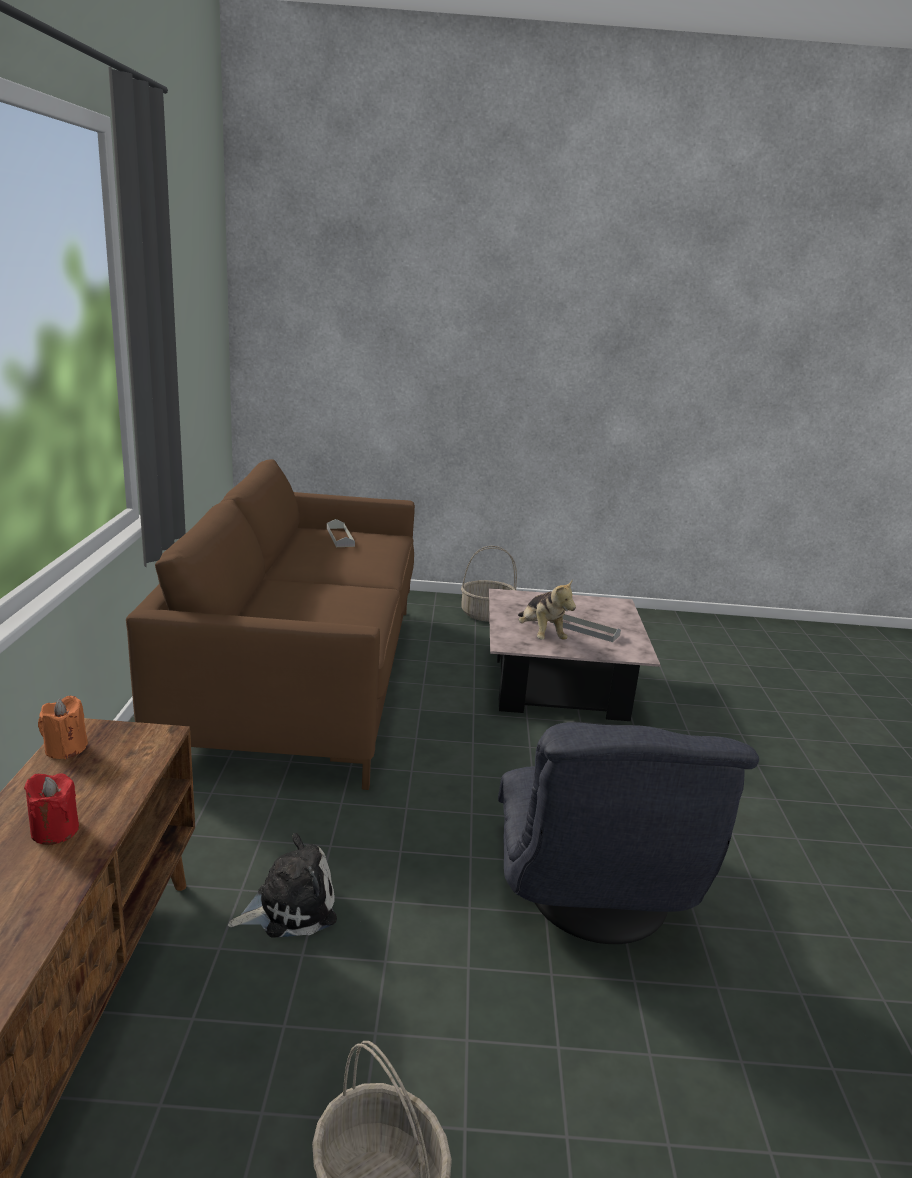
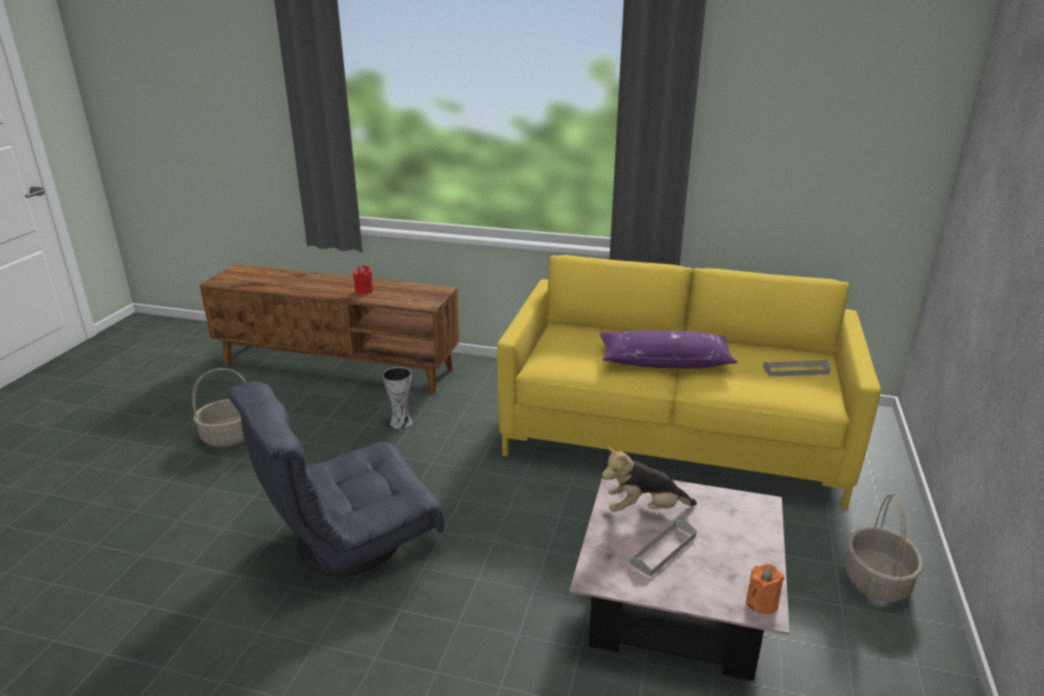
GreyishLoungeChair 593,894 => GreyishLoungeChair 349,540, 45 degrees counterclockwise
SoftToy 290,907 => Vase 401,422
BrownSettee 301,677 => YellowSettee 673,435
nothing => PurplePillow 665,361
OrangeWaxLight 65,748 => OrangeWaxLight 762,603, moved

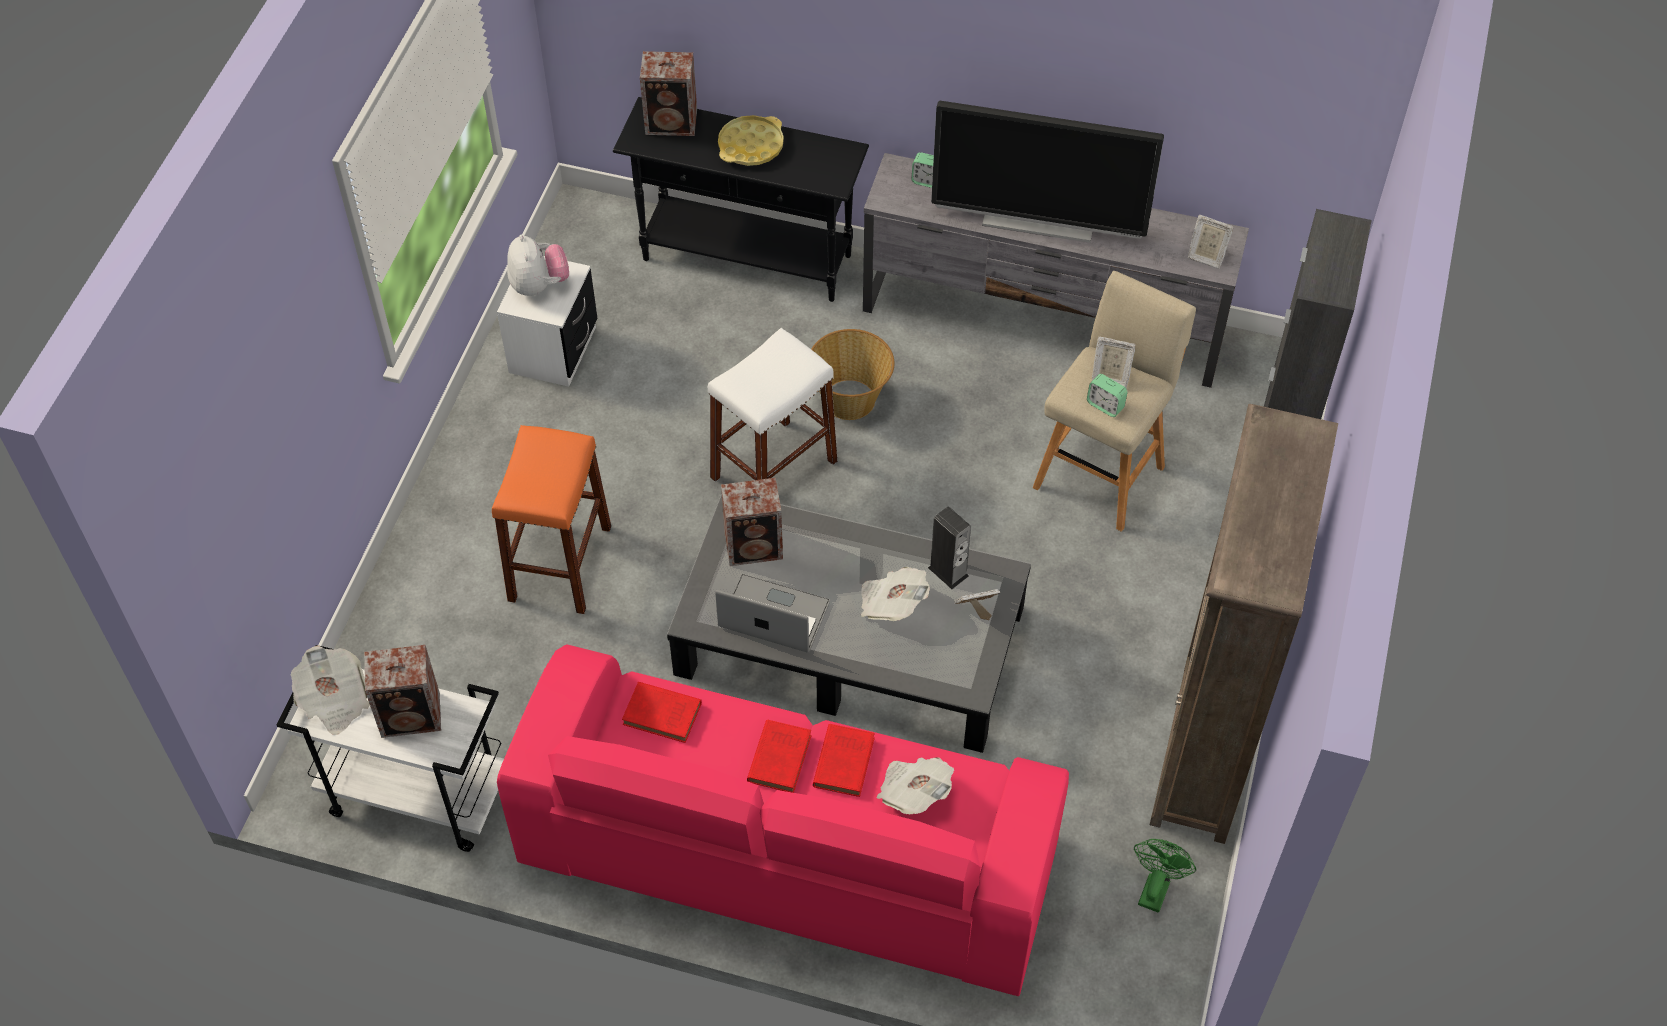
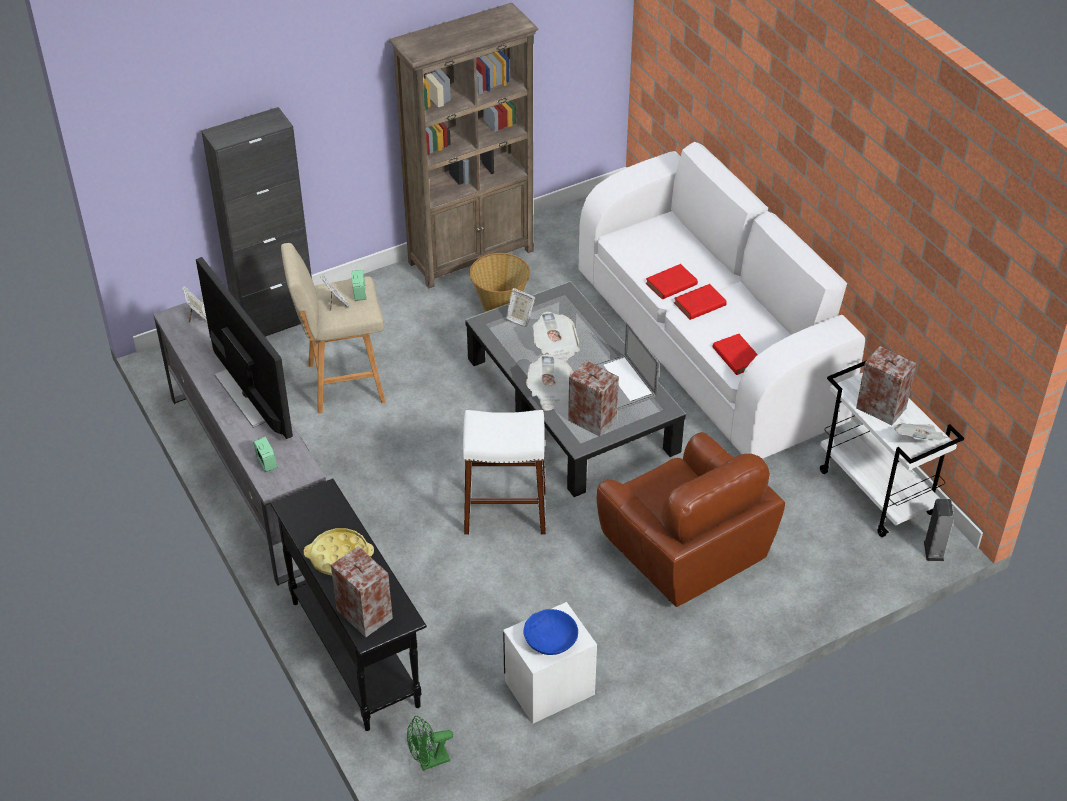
GreenElectricFan 1155,887 => GreenElectricFan 429,761, moved
Basket 850,400 => Basket 500,304, moved
SoftToy 539,285 => BluishDeepDish 550,641
PrintedPaper 914,792 => PrintedPaper 549,392, moved
PinkColouredSettee 788,853 => WhitishSettee 708,345
OrangeStoolSeat 560,563 => BrownLoungeChair 683,551
Speaker 948,571 => Speaker 933,551, moved

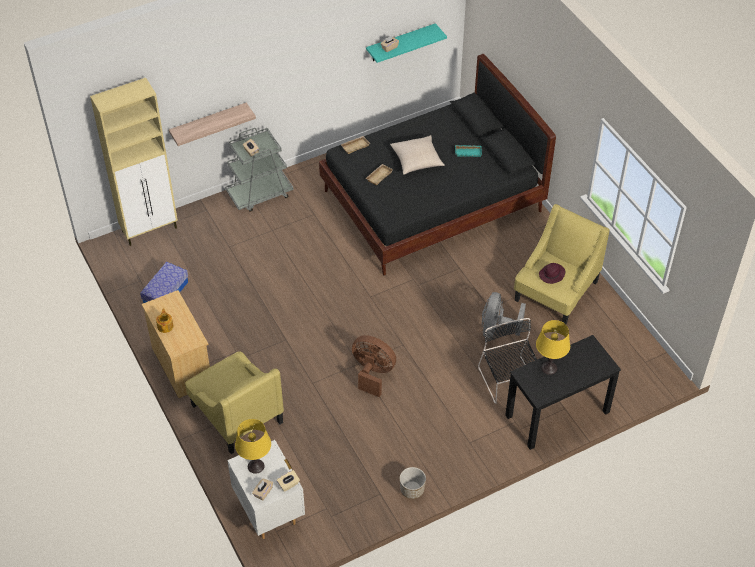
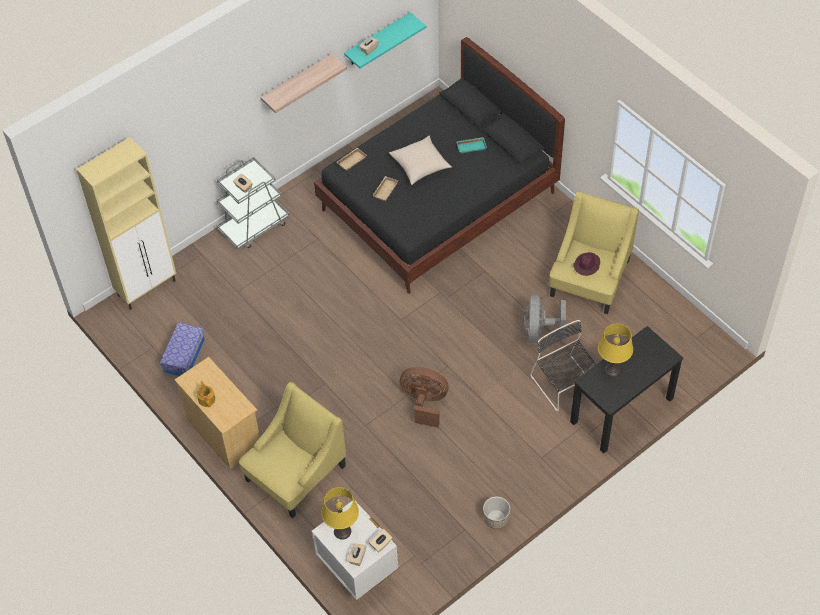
YellowLoungeChair 236,413 => YellowLoungeChair 295,473, 90 degrees counterclockwise
WallShelf 208,123 => WallShelf 297,82, moved

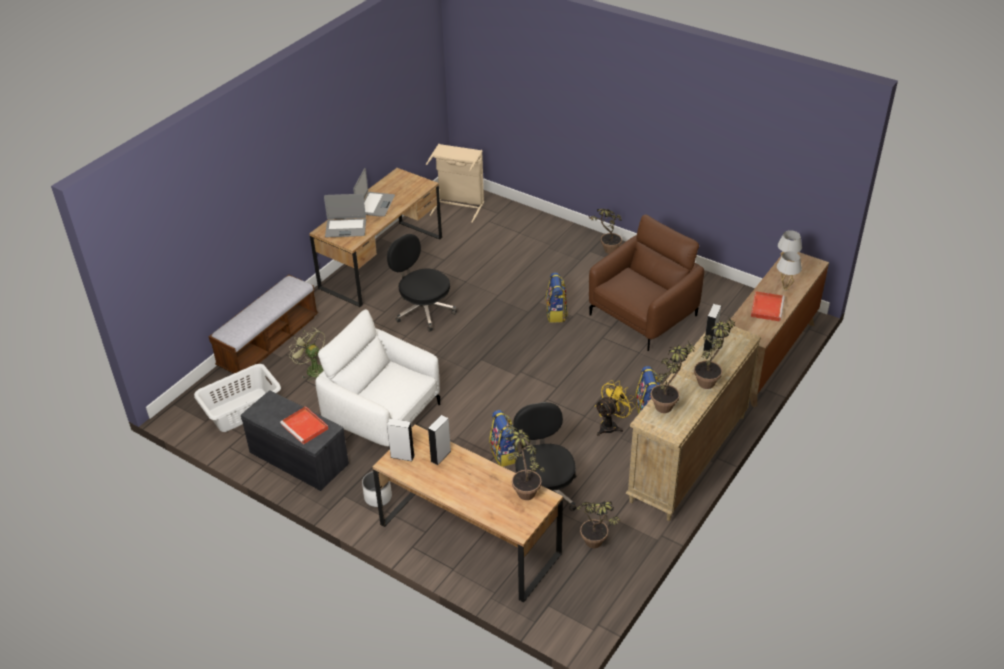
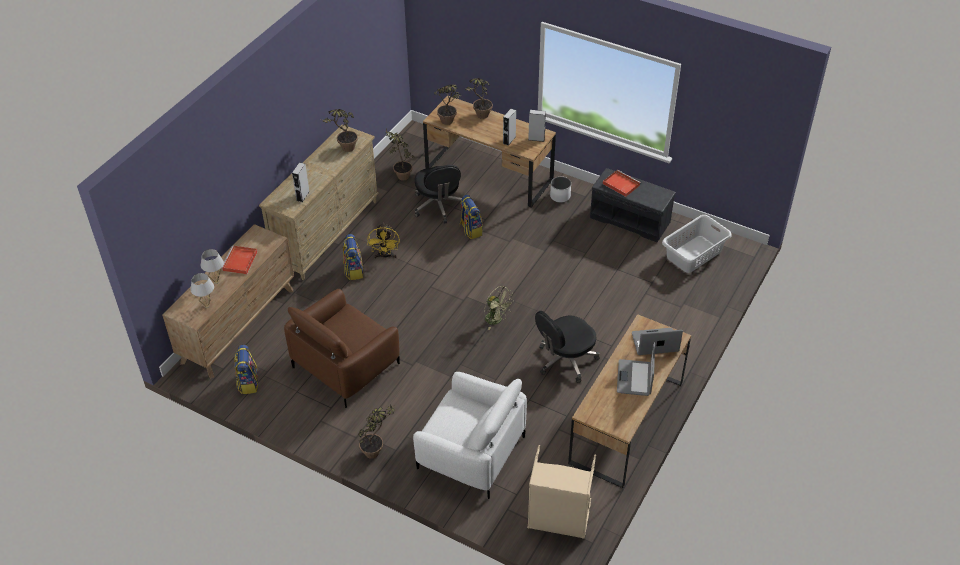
Rucksack 556,313 => Rucksack 248,382, moved
YellowElectricFan 611,425 => YellowElectricFan 385,256, 45 degrees counterclockwise
WhitishLoungeChair 383,415 => WhitishLoungeChair 470,452, moved
Houseplant 710,380 => Houseplant 479,117, moved
GreenElectricFan 312,369 => GreenElectricFan 496,320, moved
BlackishOfficeChair 423,311 => BlackishOfficeChair 565,360, 105 degrees clockwise
Bench 269,341 => nothing

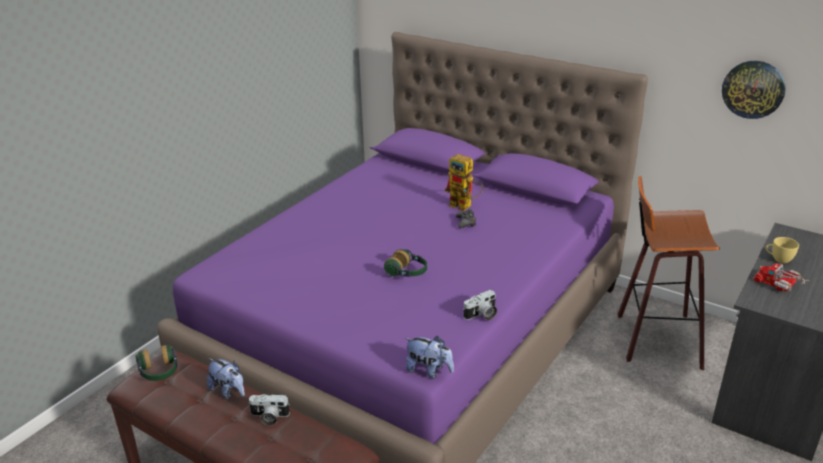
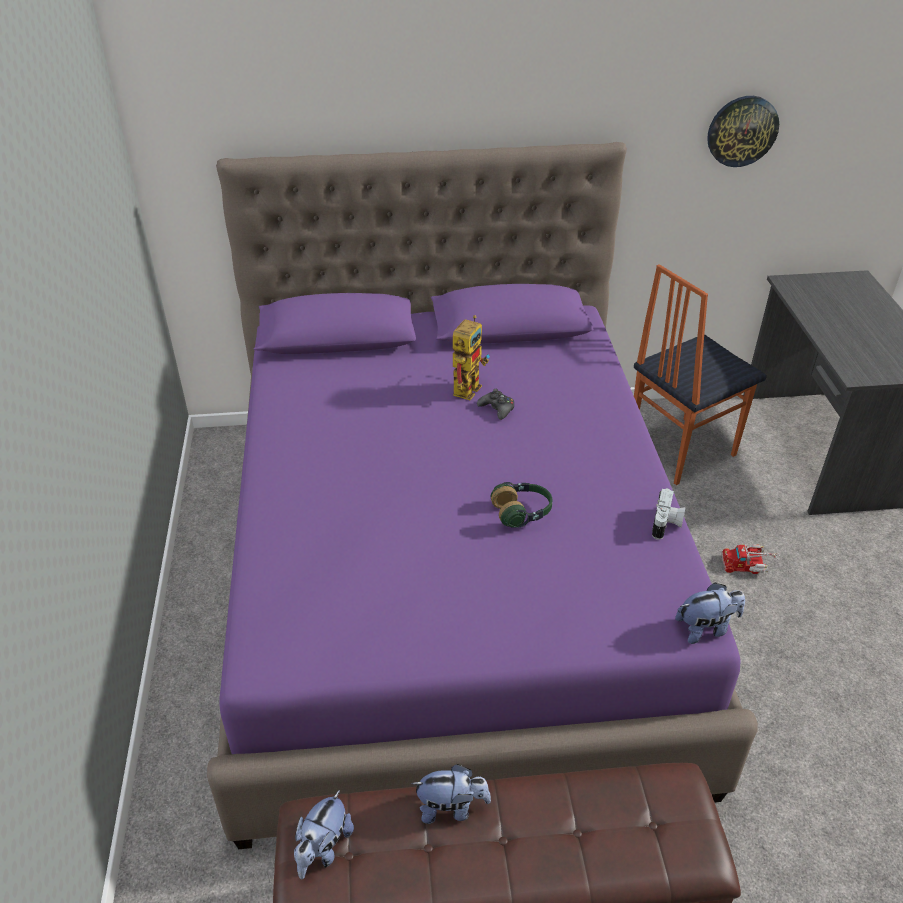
PairOfHeadphones 159,372 => SoftToy 323,848
ToyRobot 465,206 => ToyRobot 467,386, 60 degrees counterclockwise
StoolSeat 655,339 => UprightChair 679,449
ToyTruck 780,284 => ToyTruck 748,564, moved
StillCamera 269,417 => nothing
YellowCup 778,259 => nothing

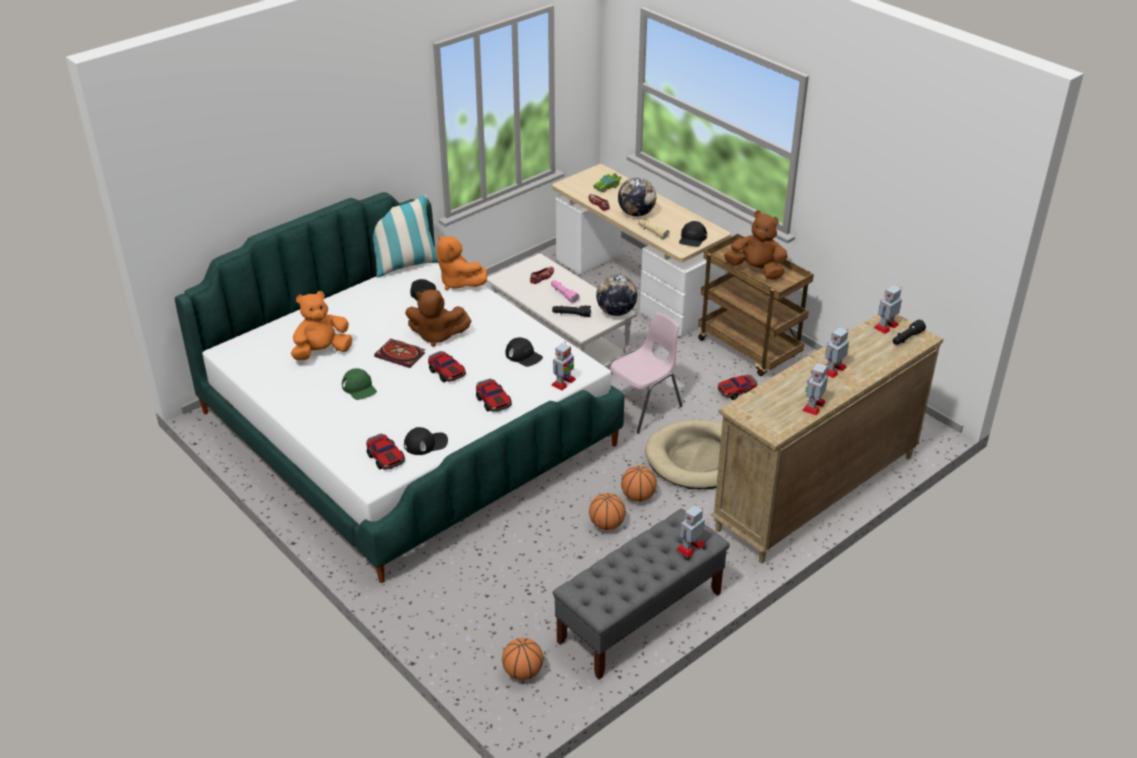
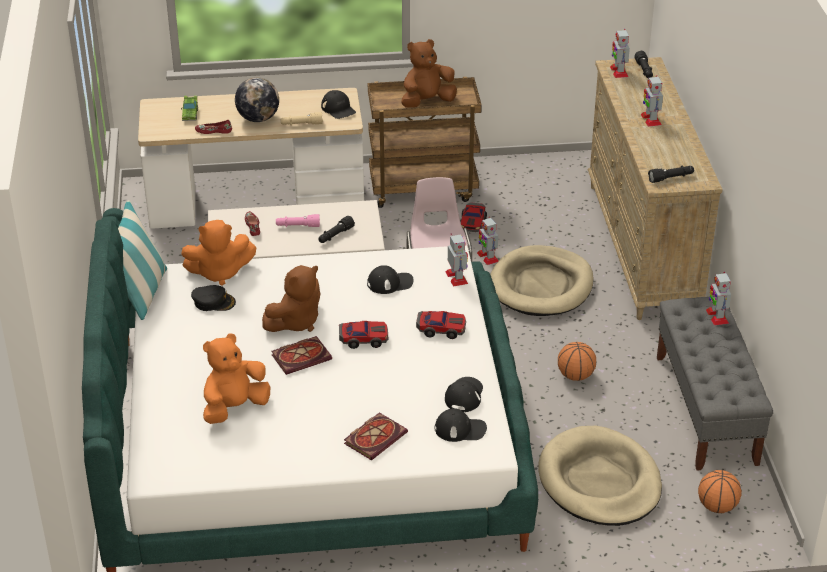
OrangeSoftToy 322,352 => OrangeSoftToy 234,408, 45 degrees clockwise
nothing => Book 375,437
MiniatureCar 385,457 => BlackishCap 460,429
ToyRobot 813,406 => ToyRobot 487,257, moved
nothing => BeigeDogBed 599,481
nothing => BlackishTorch 671,178
GreenCap 359,388 => nothing
WorldGlobe 616,312 => nothing
BallForBasketball 638,496 => nothing

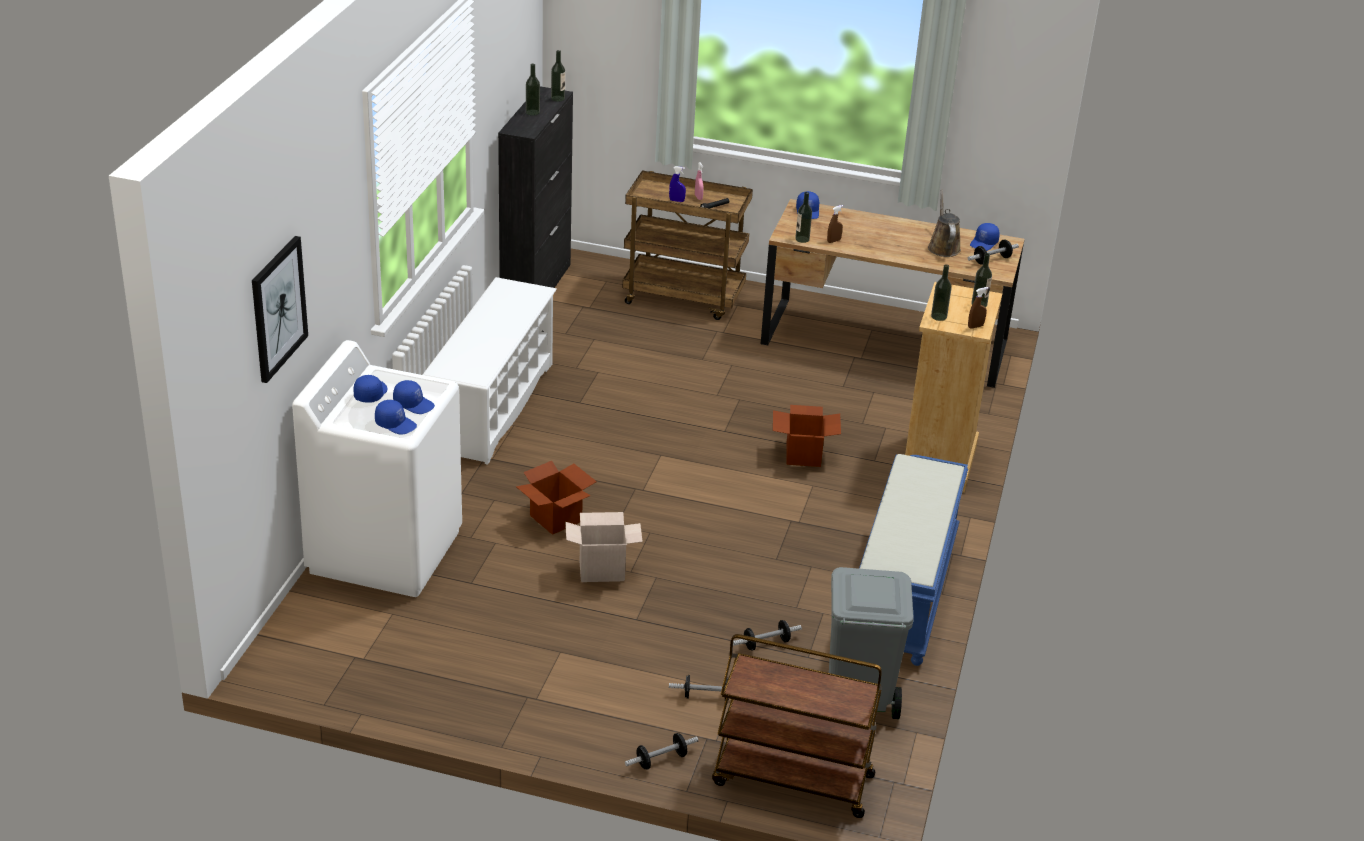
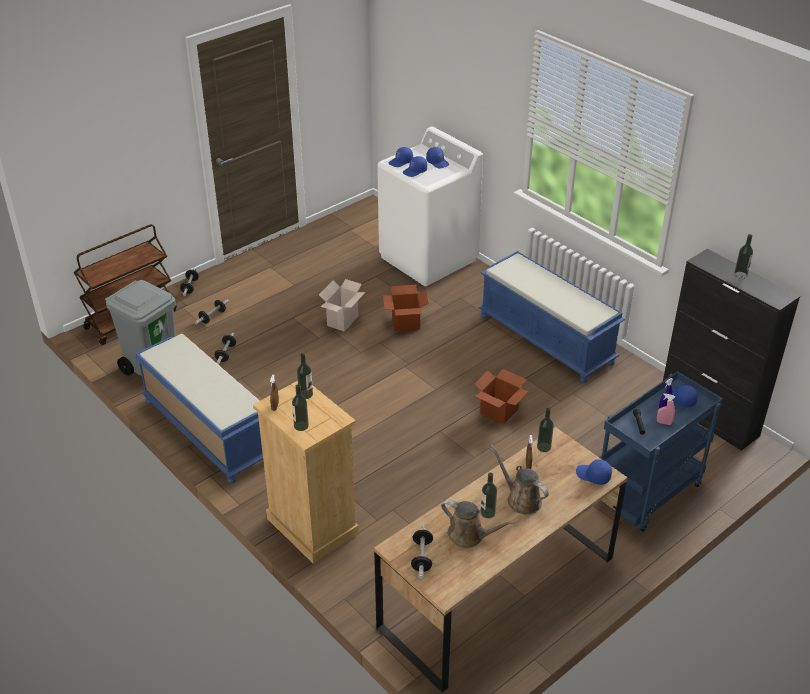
CardboardBox 803,455 => CardboardBox 498,411, moved
WhitishShoeRack 492,406 => BluishBench 547,339
Bottle 558,98 => Bottle 487,512, moved
nothing => BrownSprinklingCan 521,499
BrownWheeledCart 684,298 => BluishWheeledCart 647,495
BluishCap 984,243 => BluishCap 681,398, moved
Picture 278,308 => nothing

